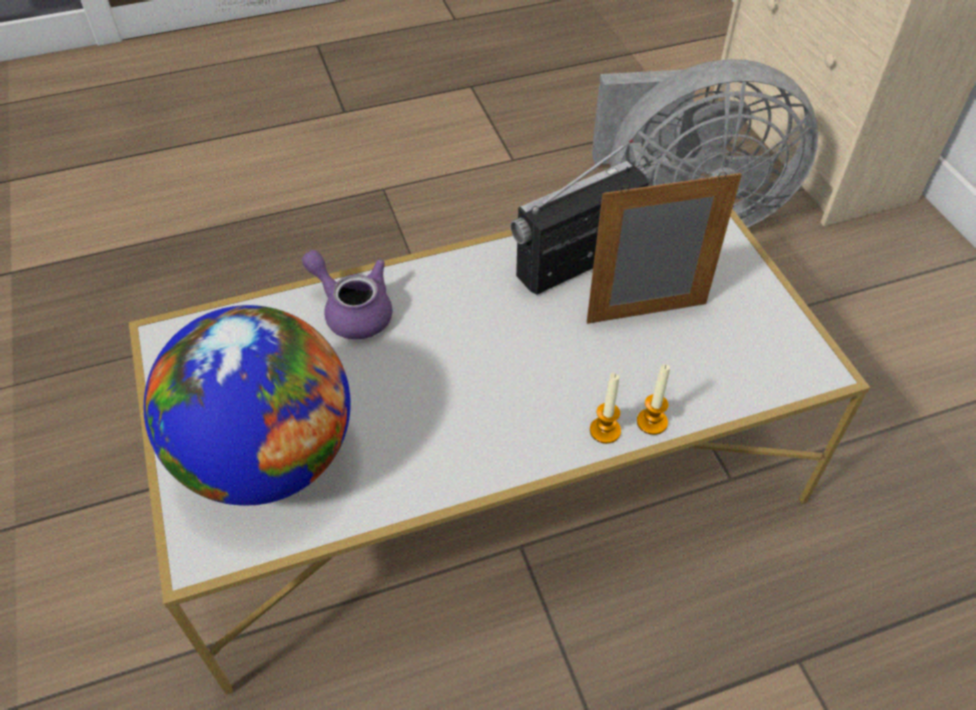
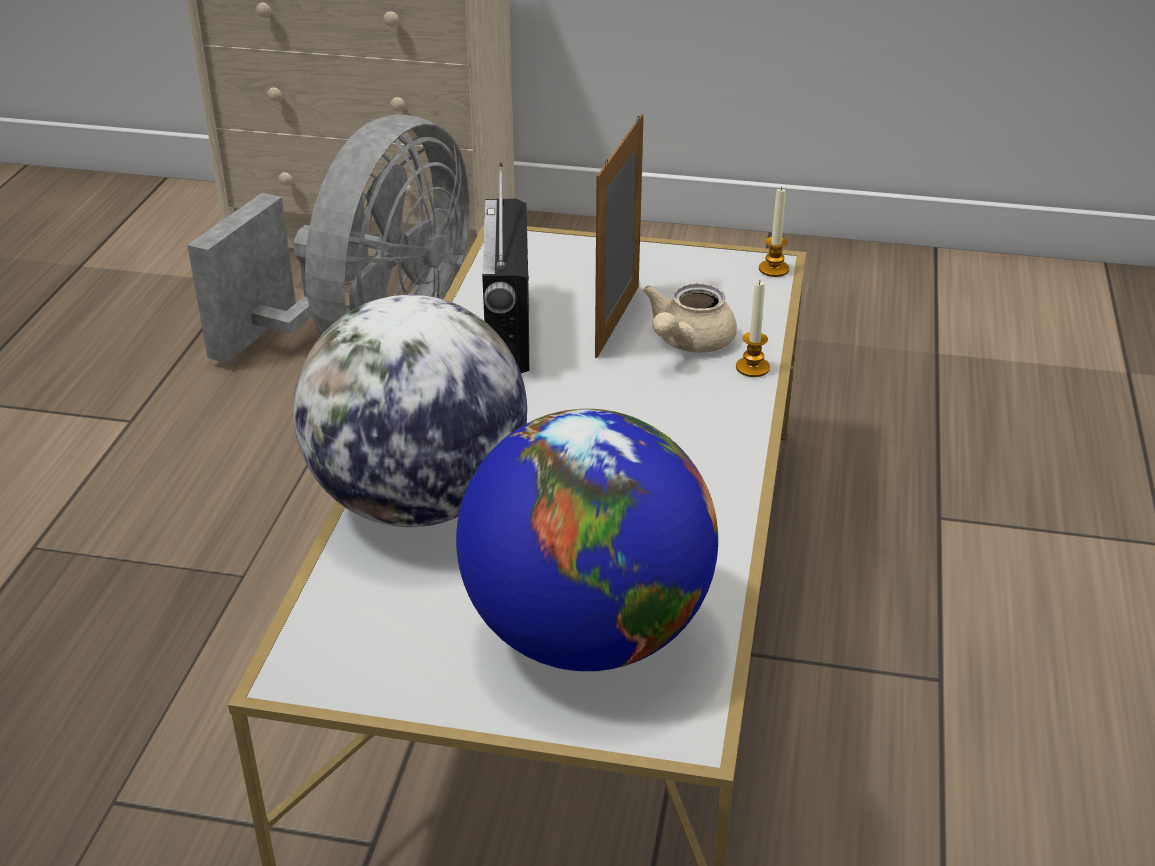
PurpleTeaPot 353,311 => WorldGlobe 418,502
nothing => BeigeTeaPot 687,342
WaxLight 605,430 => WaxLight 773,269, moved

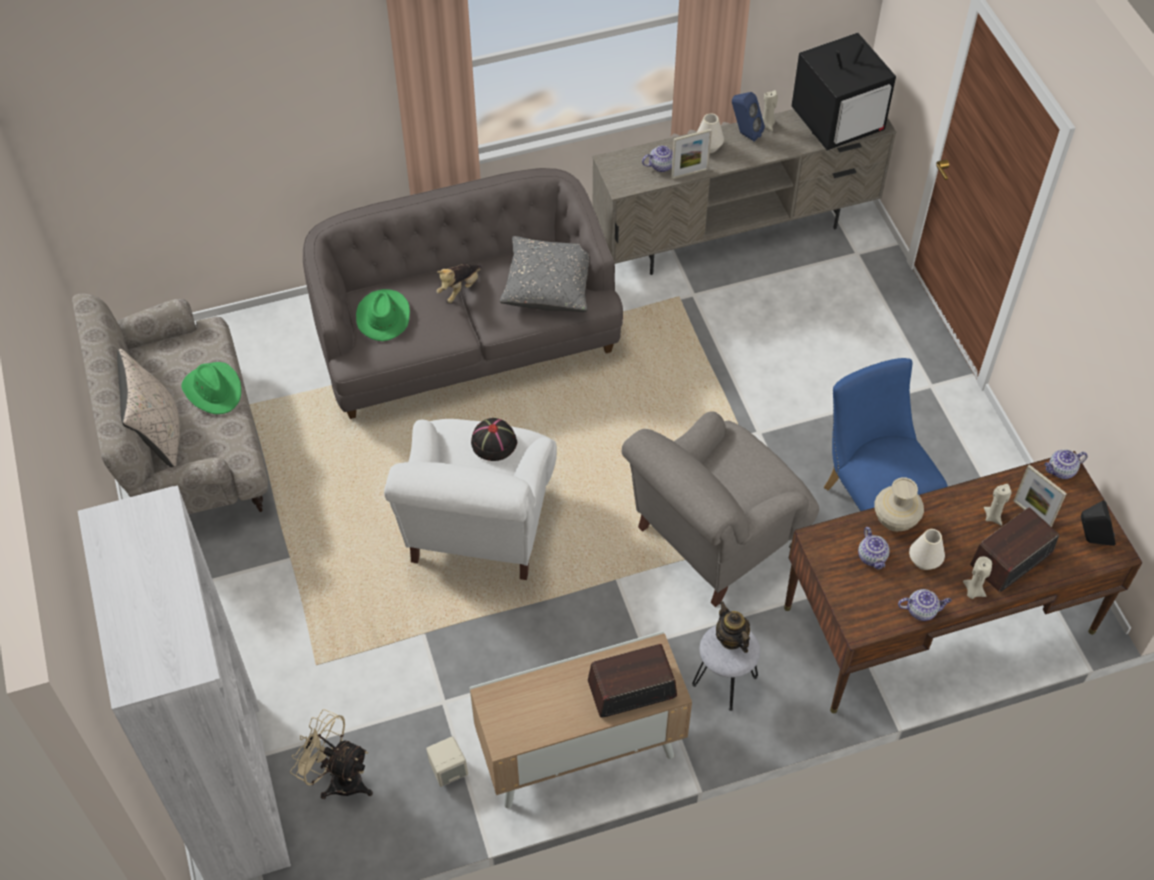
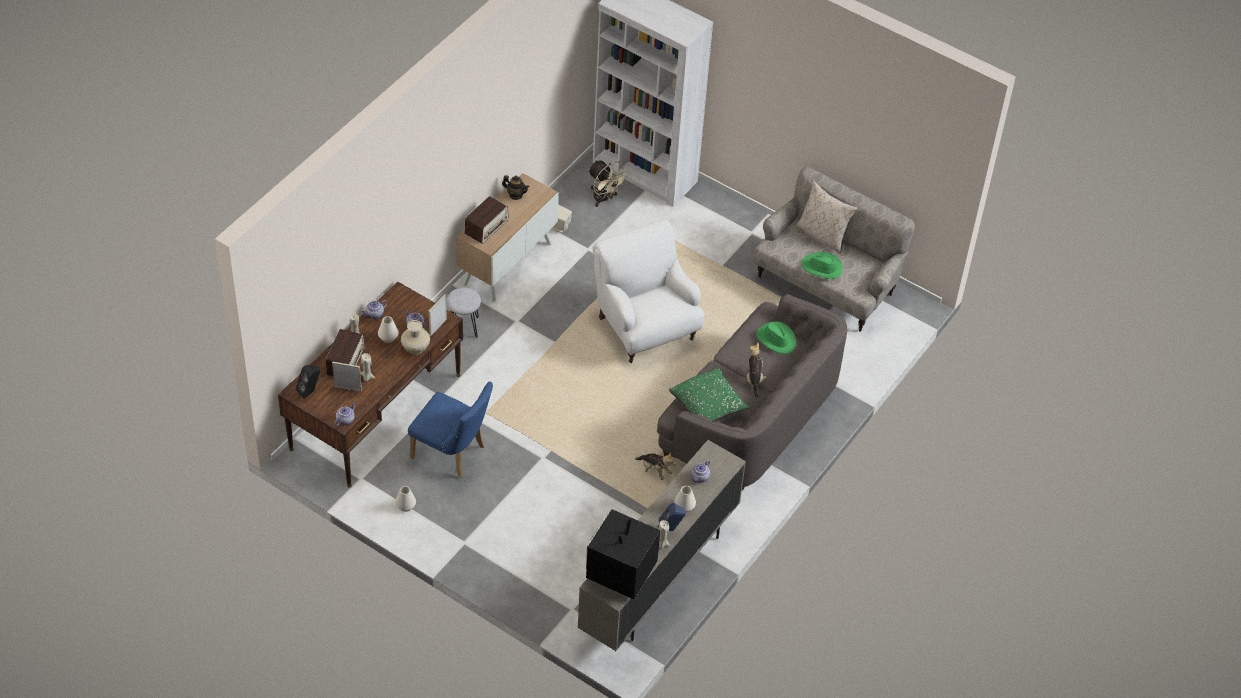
nothing => WhitishVase 405,506
StandingFrame 689,173 => StandingFrame 438,327, moved
TeaPot 731,639 => TeaPot 515,195, moved
BeigeElectricFan 338,778 => BeigeElectricFan 604,199, 60 degrees clockwise
nothing => SoftToy 655,470
GreyishPillow 549,285 => GreenPillow 708,406
BlackishWearableHat 493,442 => nothing
GreyishLoungeChair 714,538 => nothing

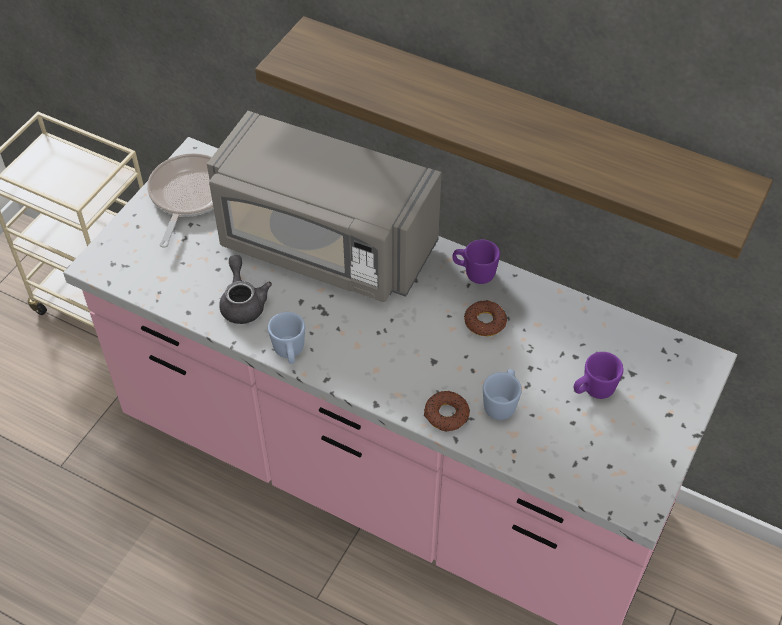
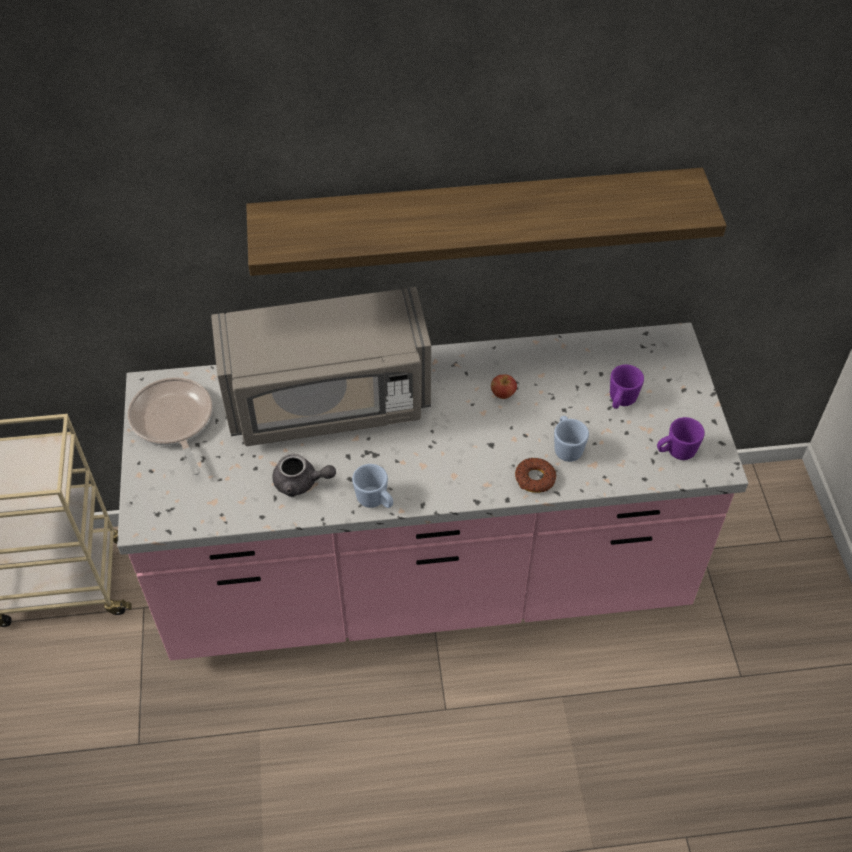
GreyishTeaPot 243,302 => GreyishTeaPot 301,483, 150 degrees clockwise
Donut 485,322 => WholeApple 503,394
PurpleMug 474,273 => PurpleMug 675,452, moved

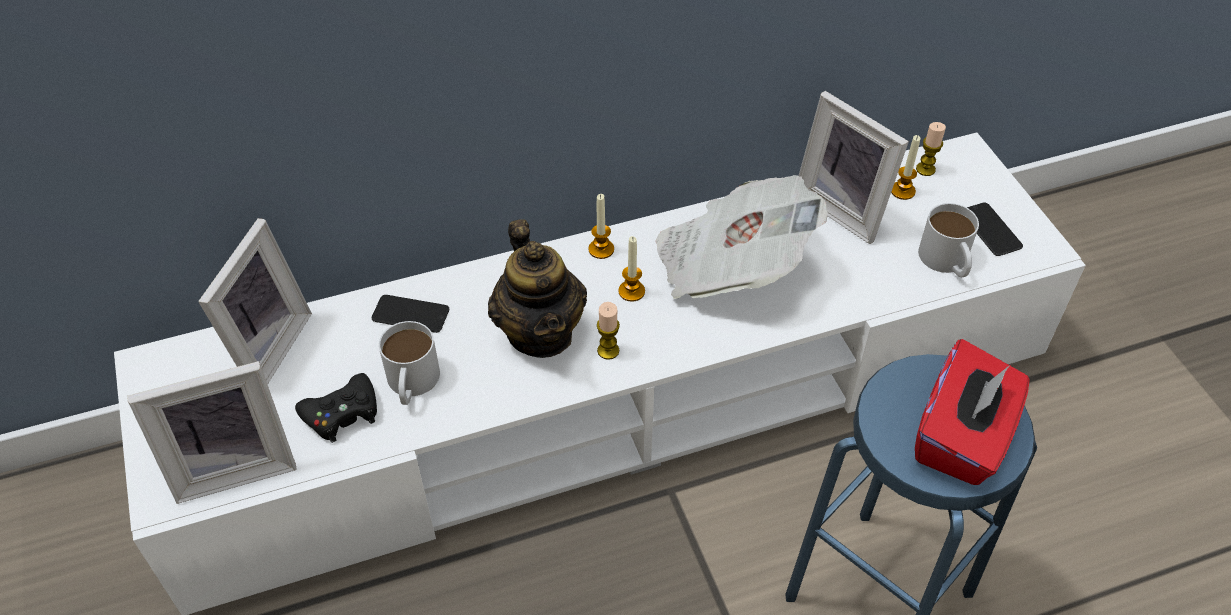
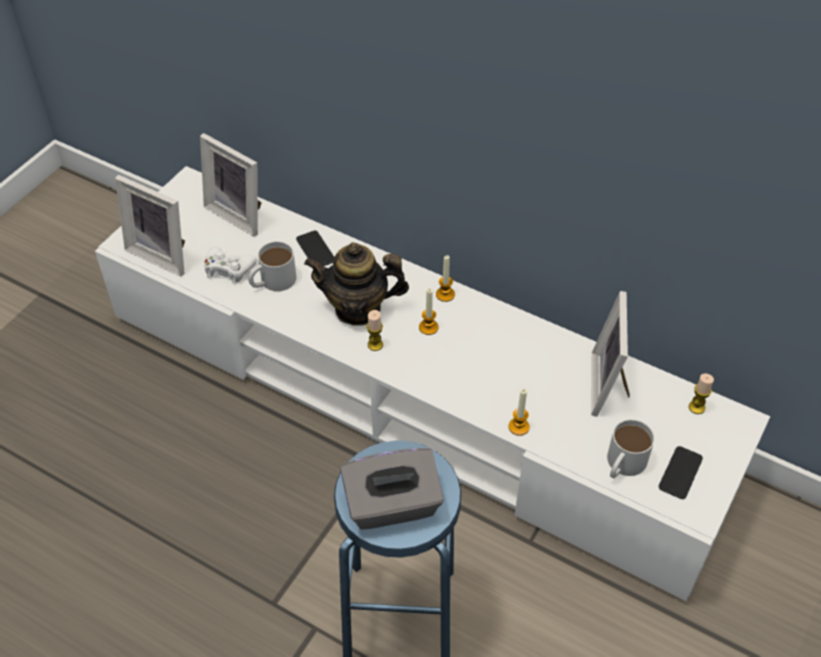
StandingFrame 265,348 => StandingFrame 239,213, 60 degrees clockwise
BlackishGamepad 342,414 => WhitishGamepad 229,269
TeaPot 540,332 => TeaPot 358,309, 60 degrees clockwise
RedTissueHolder 962,438 => GreyishTissueHolder 392,506
WaxLight 902,191 => WaxLight 519,427, moved
PrintedPaper 731,265 => nothing

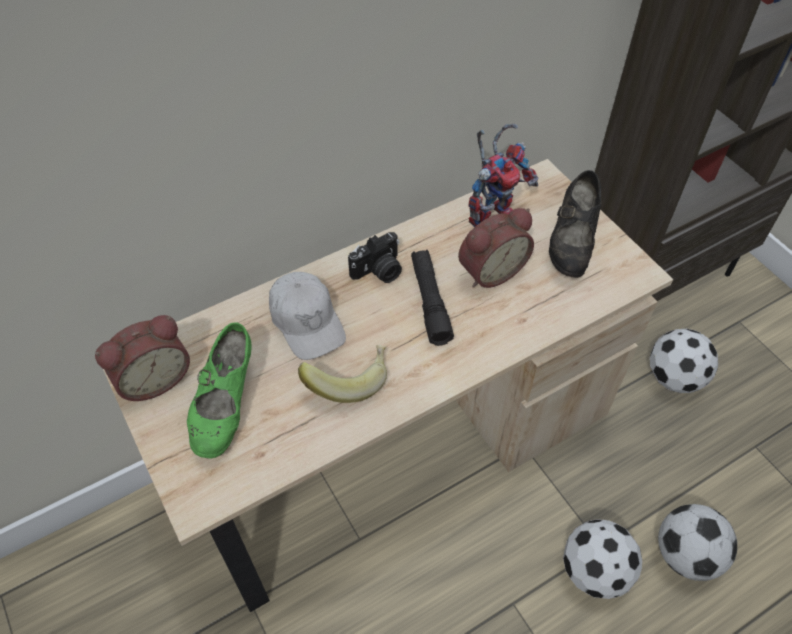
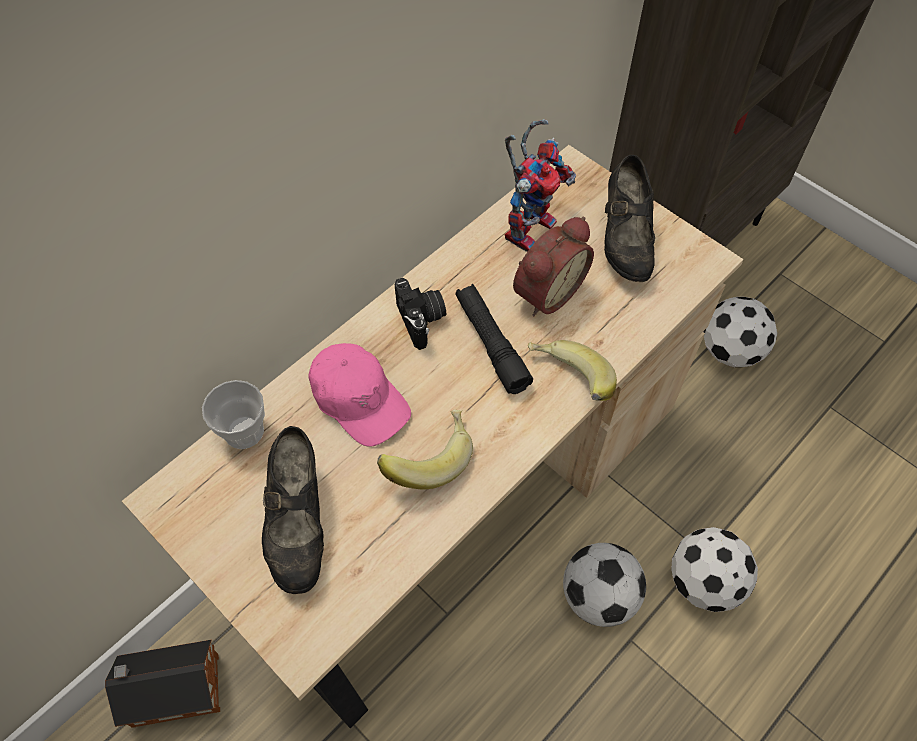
nothing => ModelHouse 171,689
nothing => Cup 244,431
GreenLowShoe 226,406 => BlackishLowShoe 298,524
WhitishCap 307,321 => PinkColouredCap 359,399
StillCamera 379,271 => StillCamera 422,320, 60 degrees counterclockwise
nothing => WholeBanana 567,382
BallForFootball 686,554 => BallForFootball 598,596, moved
TableClock 153,377 => nothing

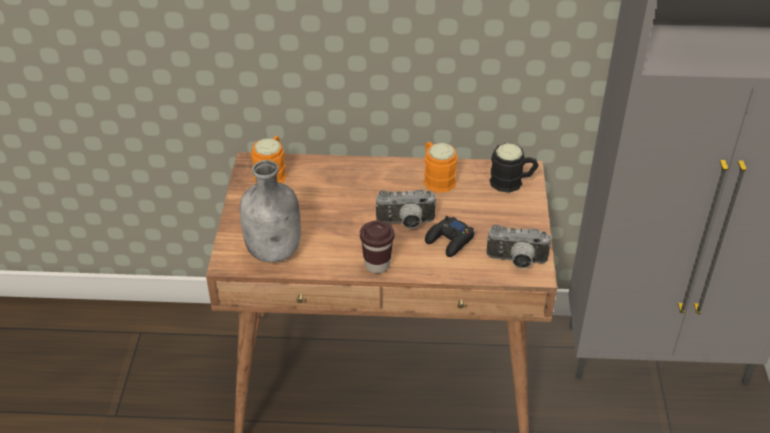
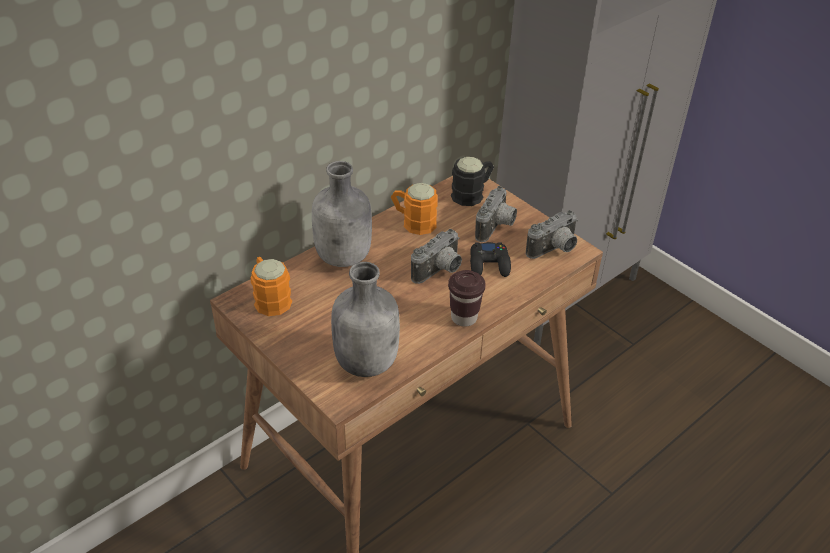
nothing => GreyishBottle 344,257
nothing => StillCamera 496,227

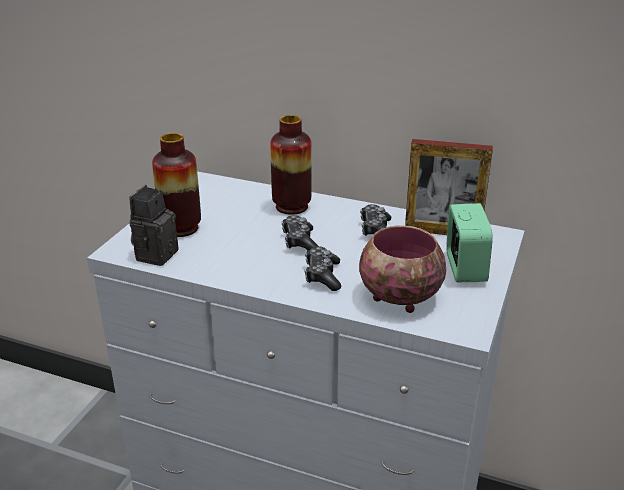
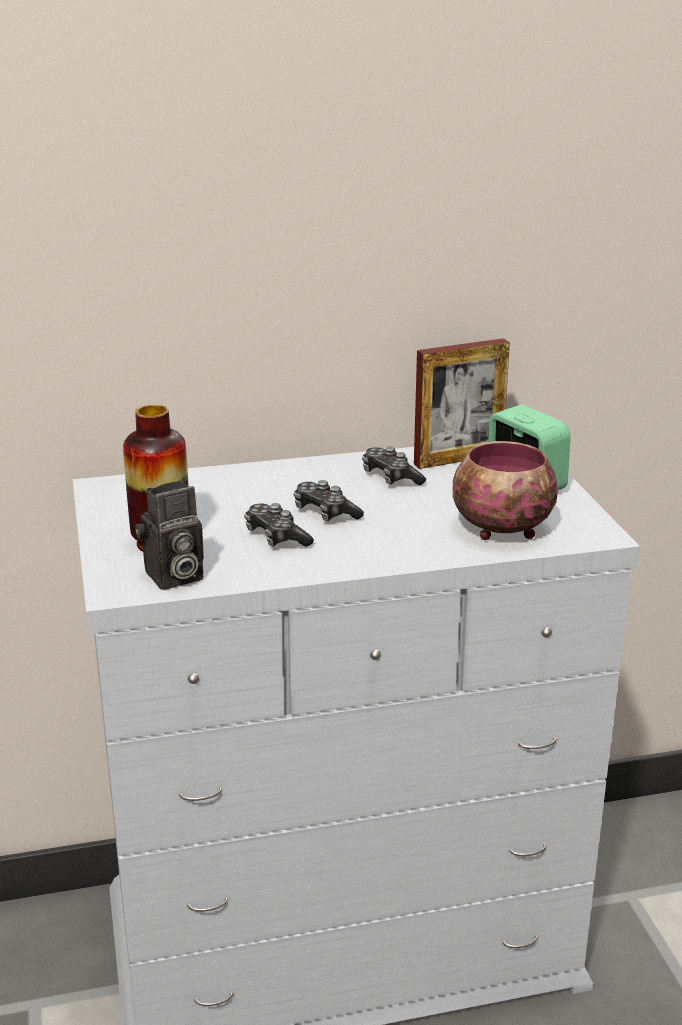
StillCamera 155,254 => StillCamera 172,578, 105 degrees counterclockwise
Gamepad 322,276 => Gamepad 276,537, moved
Vase 291,206 => nothing

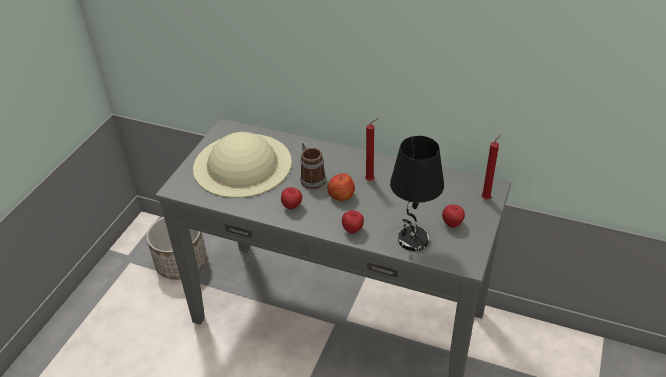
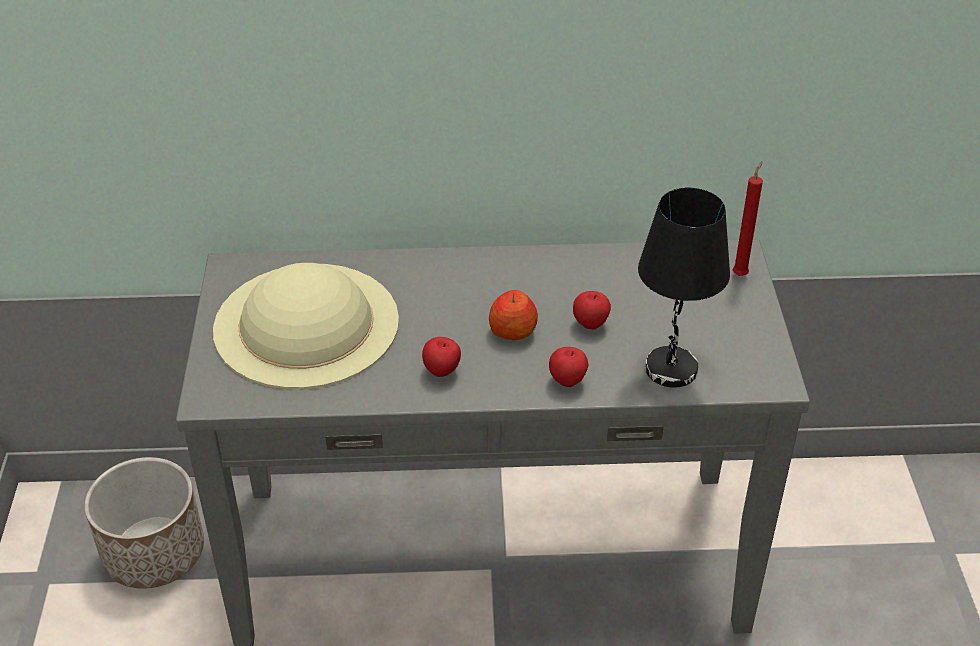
WholeApple 452,224 => WholeApple 590,324, moved
Mug 311,177 => nothing
RedWaxLight 371,180 => nothing

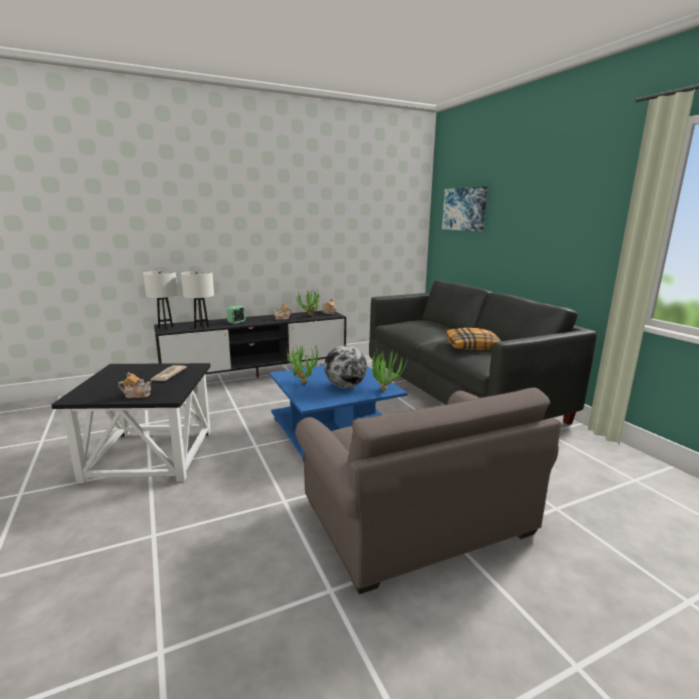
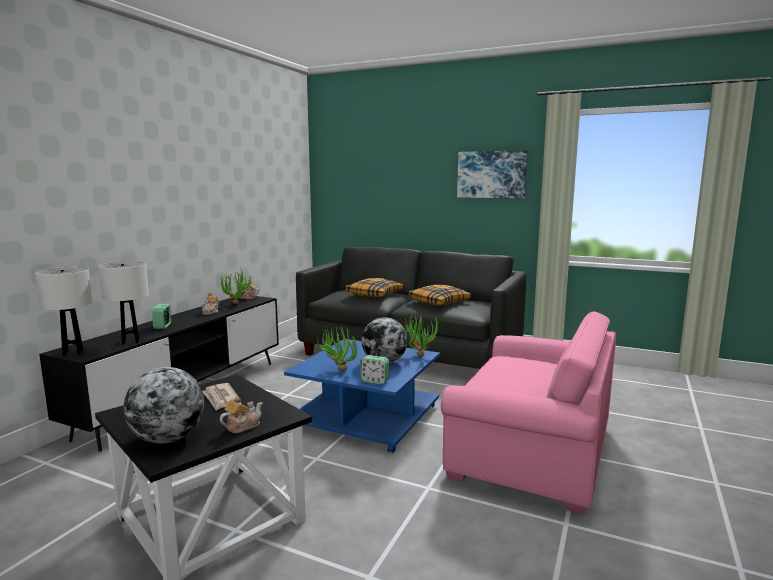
nothing => WorldGlobe 168,439
nothing => Pillow 374,294
nothing => TableClock 374,381
GreyishLoungeChair 415,516 => PinkColouredLoungeChair 531,451
Picture 464,209 => Picture 491,174, moved

